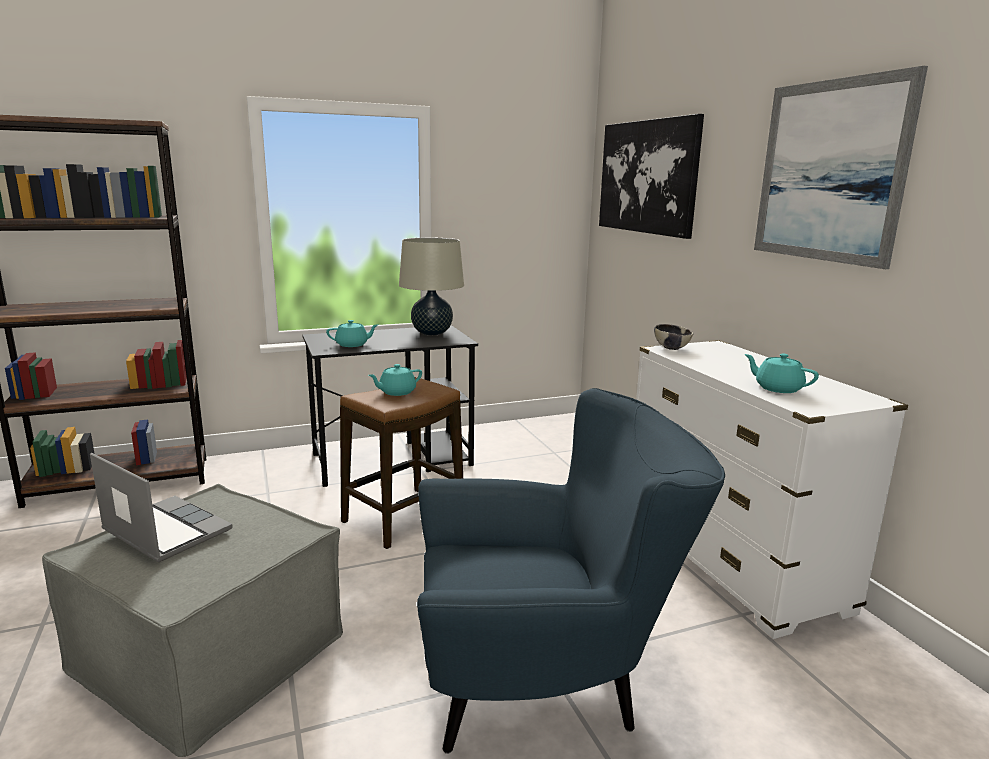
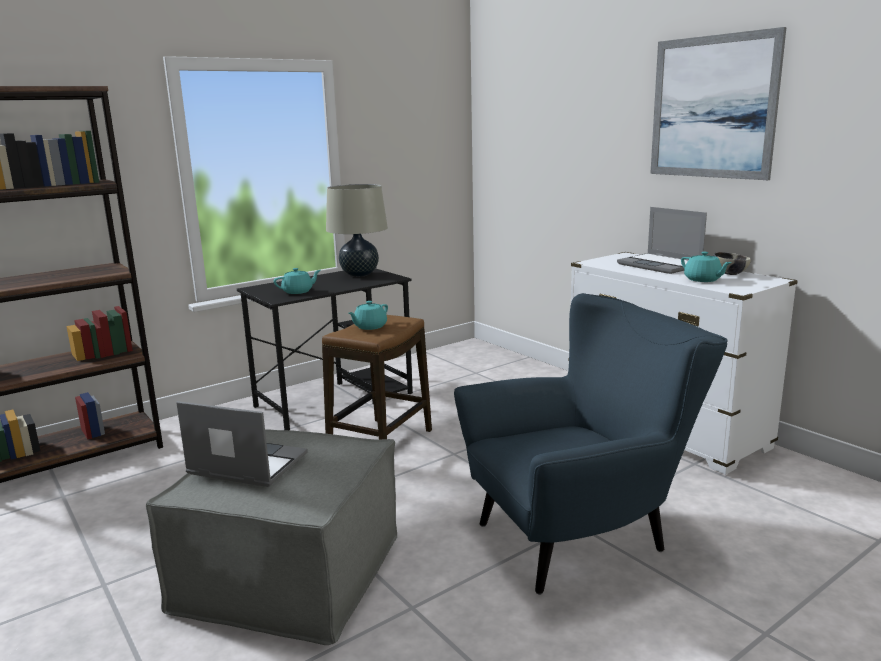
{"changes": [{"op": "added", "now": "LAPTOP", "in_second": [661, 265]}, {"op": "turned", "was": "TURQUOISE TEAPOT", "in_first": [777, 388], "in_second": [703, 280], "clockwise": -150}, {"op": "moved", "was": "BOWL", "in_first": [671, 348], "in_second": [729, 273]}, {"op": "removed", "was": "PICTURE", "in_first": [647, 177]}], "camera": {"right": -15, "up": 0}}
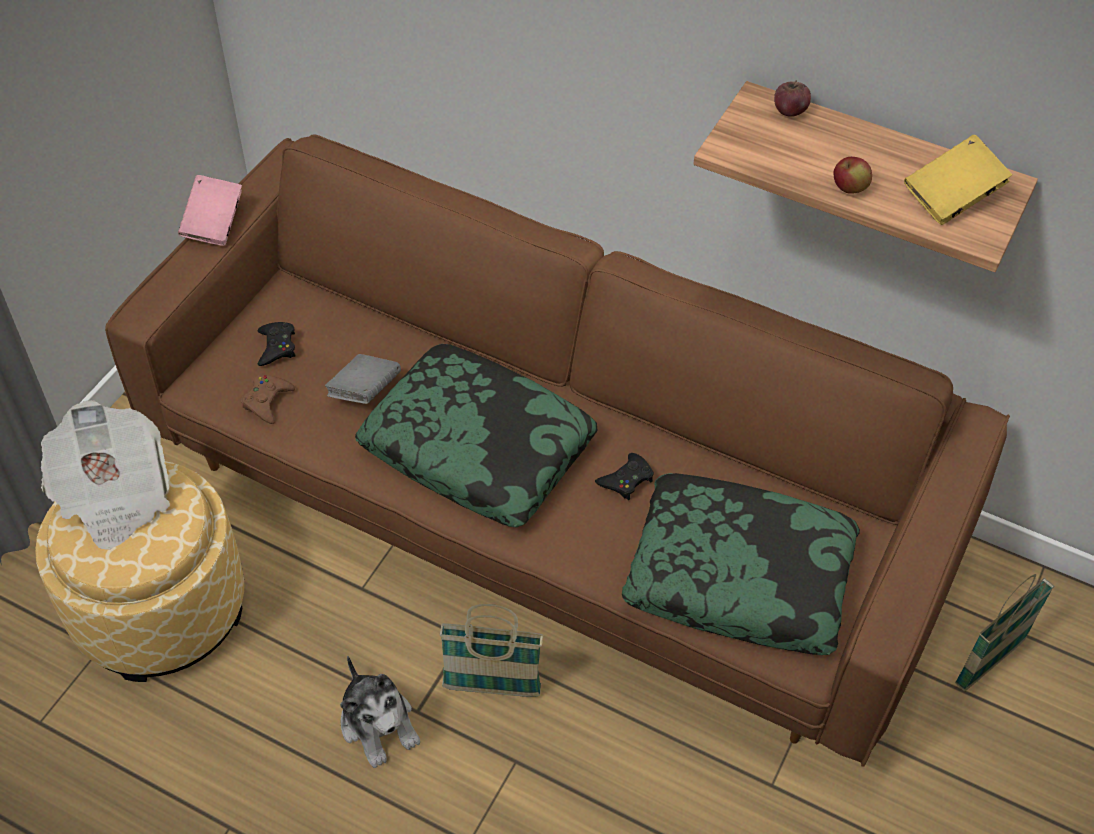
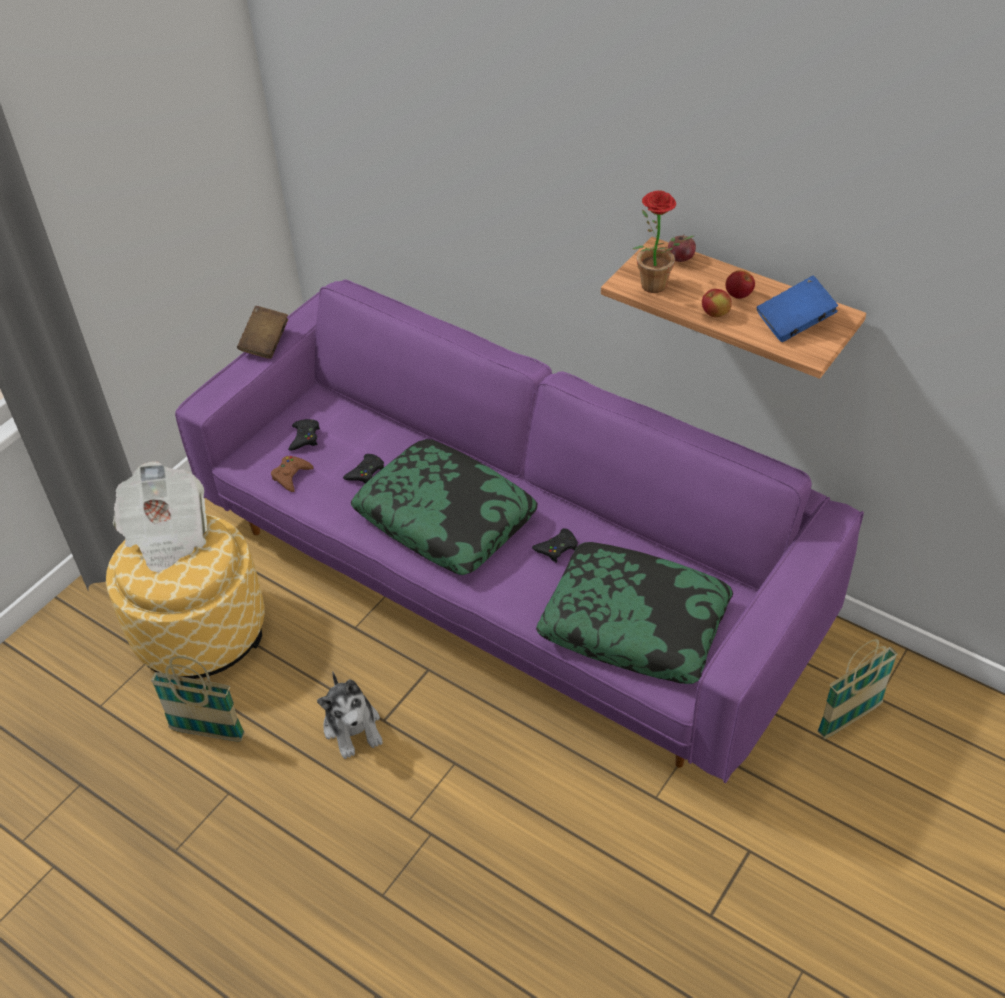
{"changes": [{"op": "moved", "was": "BASKET", "in_first": [492, 688], "in_second": [207, 732]}, {"op": "recoloured", "was": "BROWN SOFA", "now": "PURPLE SOFA", "in_first": [545, 504], "in_second": [506, 575]}, {"op": "recoloured", "was": "PINK BOOK", "now": "BROWN BOOK", "in_first": [214, 223], "in_second": [265, 343]}, {"op": "replaced", "was": "GREY BOOK", "now": "BLACK GAME CONTROLLER", "in_first": [364, 391], "in_second": [365, 472]}, {"op": "added", "now": "POTTED PLANT", "in_second": [654, 289]}, {"op": "added", "now": "APPLE", "in_second": [738, 295]}, {"op": "recoloured", "was": "YELLOW BOOK", "now": "BLUE BOOK", "in_first": [952, 197], "in_second": [794, 323]}], "camera": {"right": 10, "up": -5}}
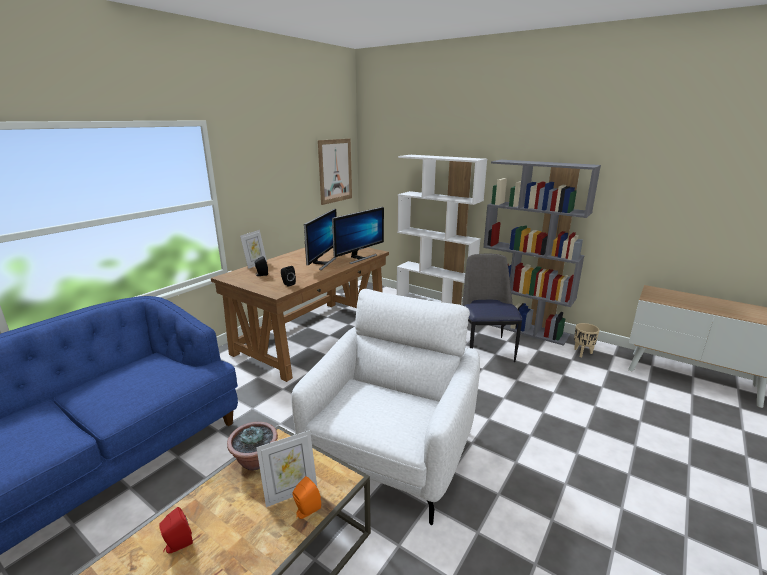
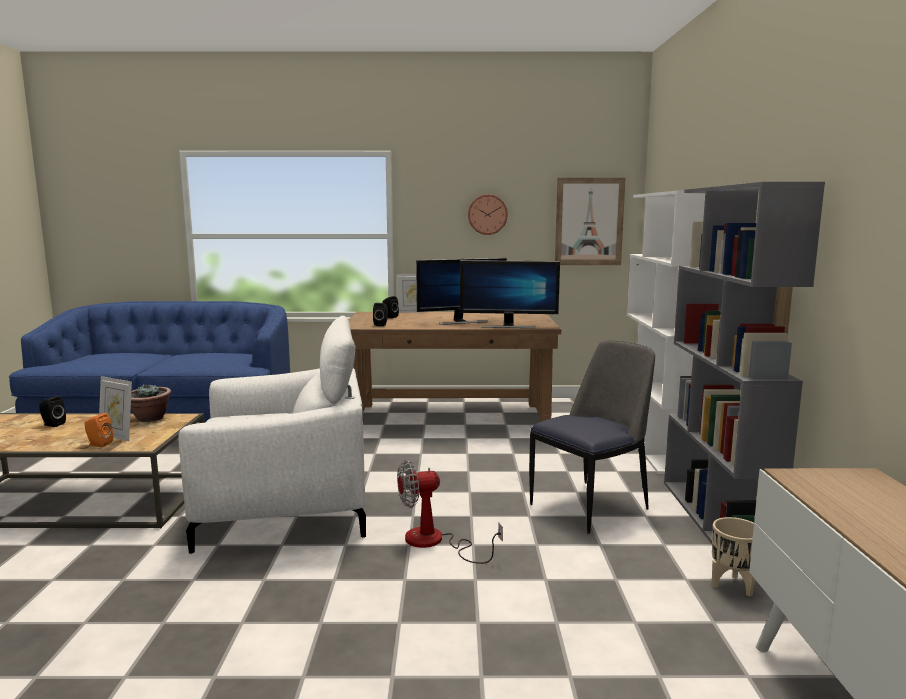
{"changes": [{"op": "recoloured", "was": "RED SPEAKER", "now": "BLACK SPEAKER", "in_first": [177, 545], "in_second": [52, 424]}, {"op": "added", "now": "FAN", "in_second": [435, 542]}, {"op": "added", "now": "WALL CLOCK", "in_second": [487, 214]}], "camera": {"right": 55, "up": -10}}
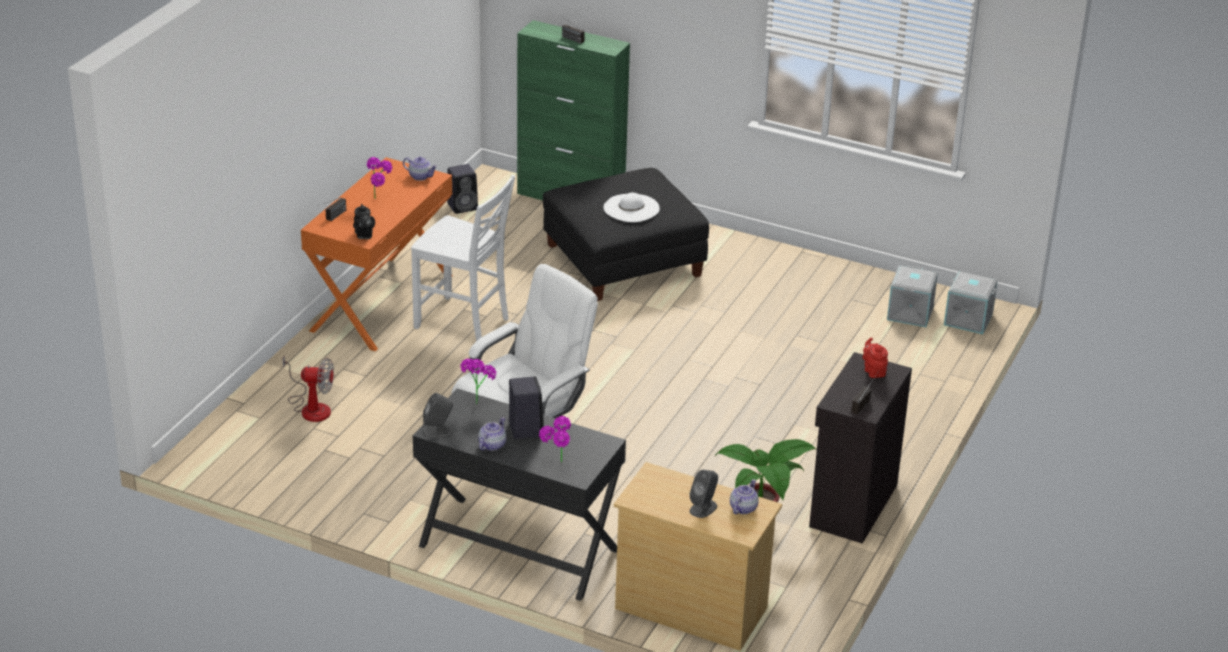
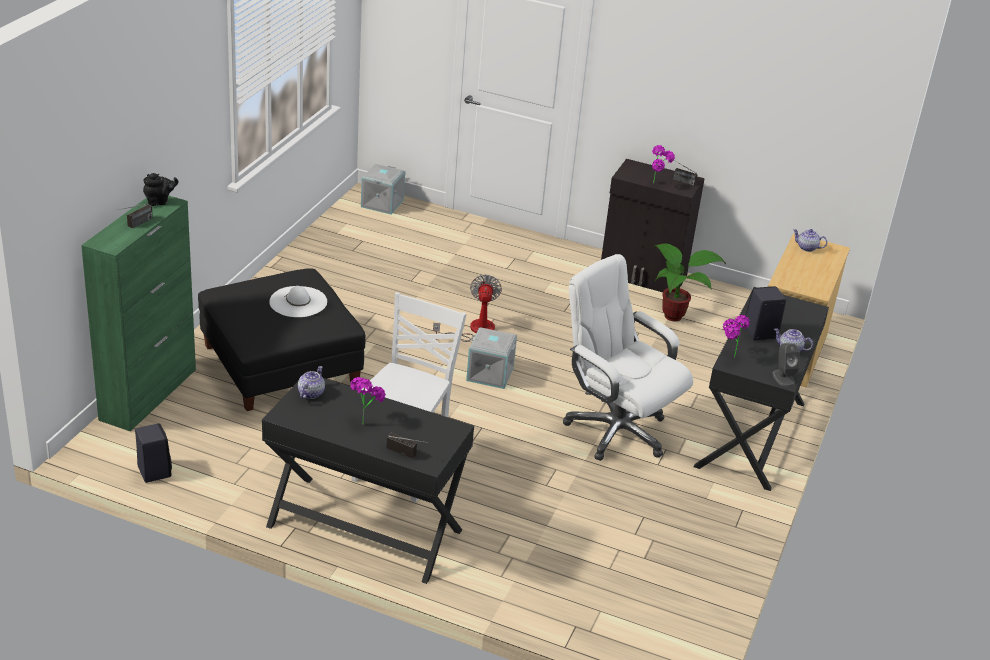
{"changes": [{"op": "moved", "was": "BLACK TEAPOT", "in_first": [364, 235], "in_second": [160, 202]}, {"op": "recoloured", "was": "ORANGE DESK", "now": "BLACK DESK", "in_first": [381, 302], "in_second": [364, 529]}, {"op": "moved", "was": "FAN", "in_first": [311, 407], "in_second": [474, 330]}, {"op": "moved", "was": "GREY STORAGE BOX", "in_first": [911, 313], "in_second": [490, 373]}, {"op": "moved", "was": "POTTED PLANT", "in_first": [556, 465], "in_second": [658, 184]}, {"op": "removed", "was": "GREY SPEAKER", "in_first": [703, 508]}, {"op": "removed", "was": "RED TEAPOT", "in_first": [873, 371]}], "camera": {"right": -95, "up": 0}}
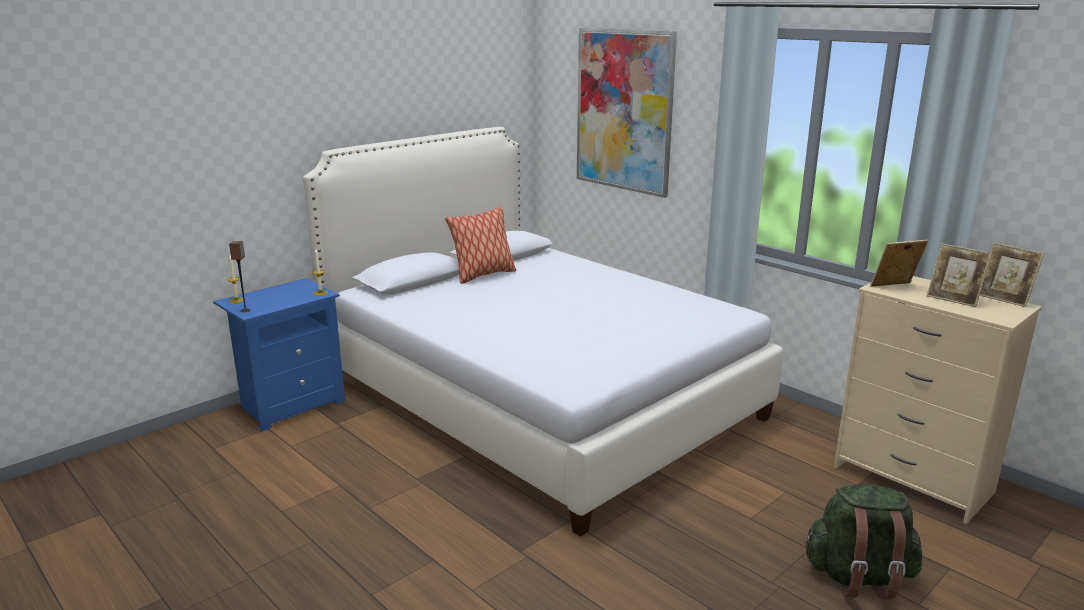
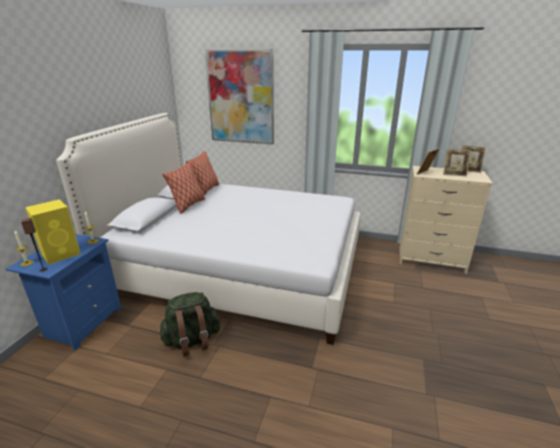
{"changes": [{"op": "added", "now": "YELLOW SPEAKER", "in_second": [62, 253]}, {"op": "moved", "was": "GREEN BACKPACK", "in_first": [858, 577], "in_second": [192, 341]}, {"op": "added", "now": "PILLOW", "in_second": [205, 190]}], "camera": {"right": -30, "up": 5}}
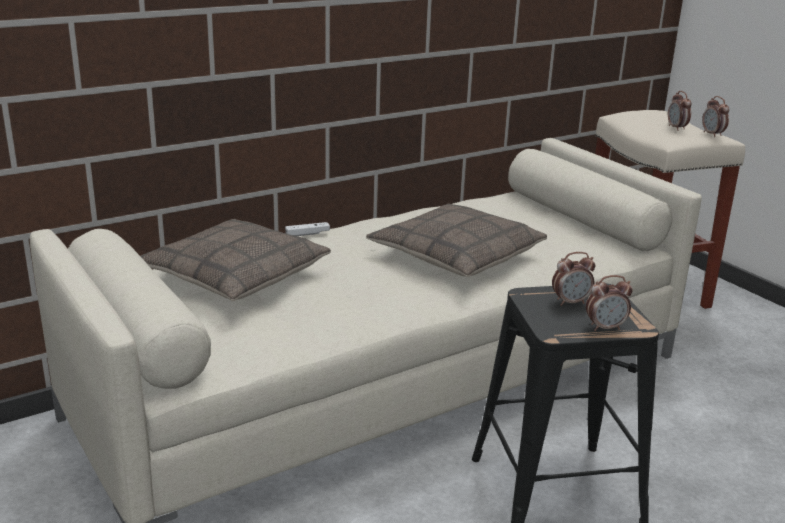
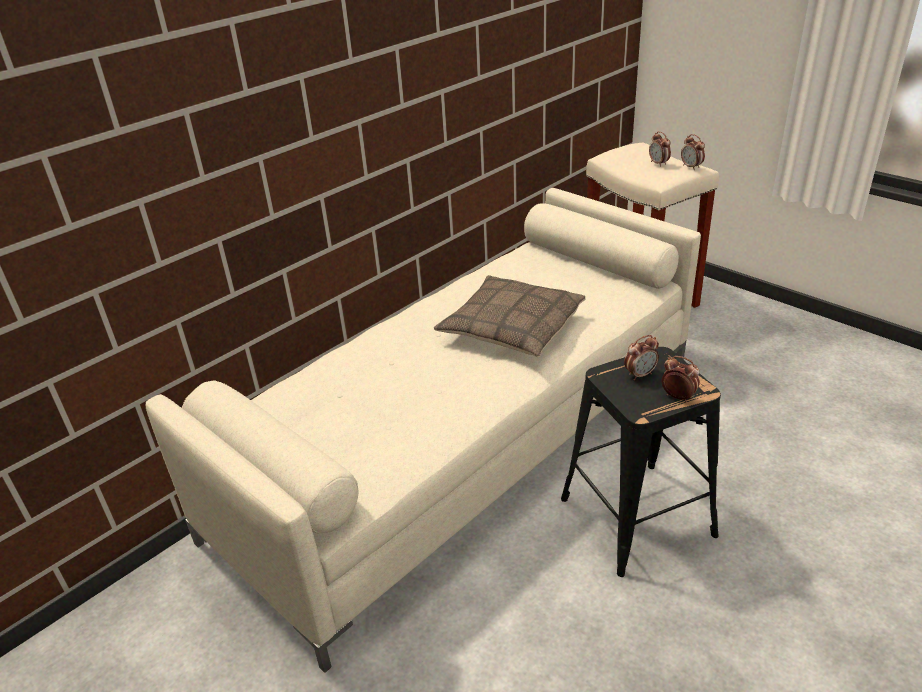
{"changes": [{"op": "turned", "was": "ALARM CLOCK", "in_first": [605, 327], "in_second": [678, 397], "clockwise": -120}, {"op": "removed", "was": "PILLOW", "in_first": [234, 275]}, {"op": "removed", "was": "WHITE GAME CONTROLLER", "in_first": [307, 234]}], "camera": {"right": -10, "up": 10}}
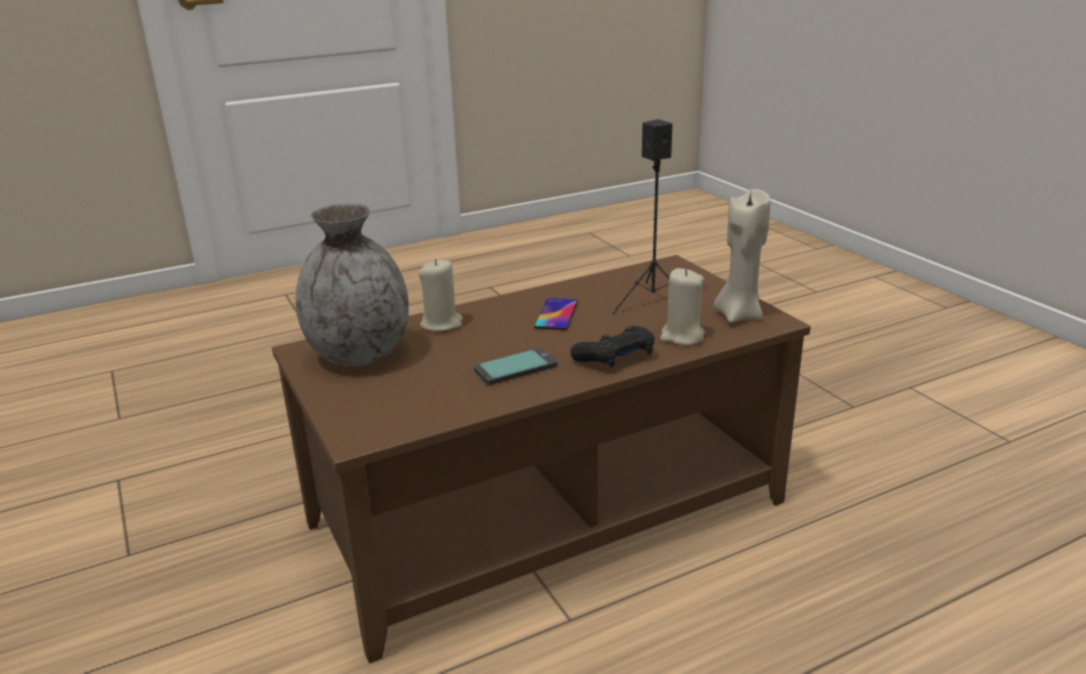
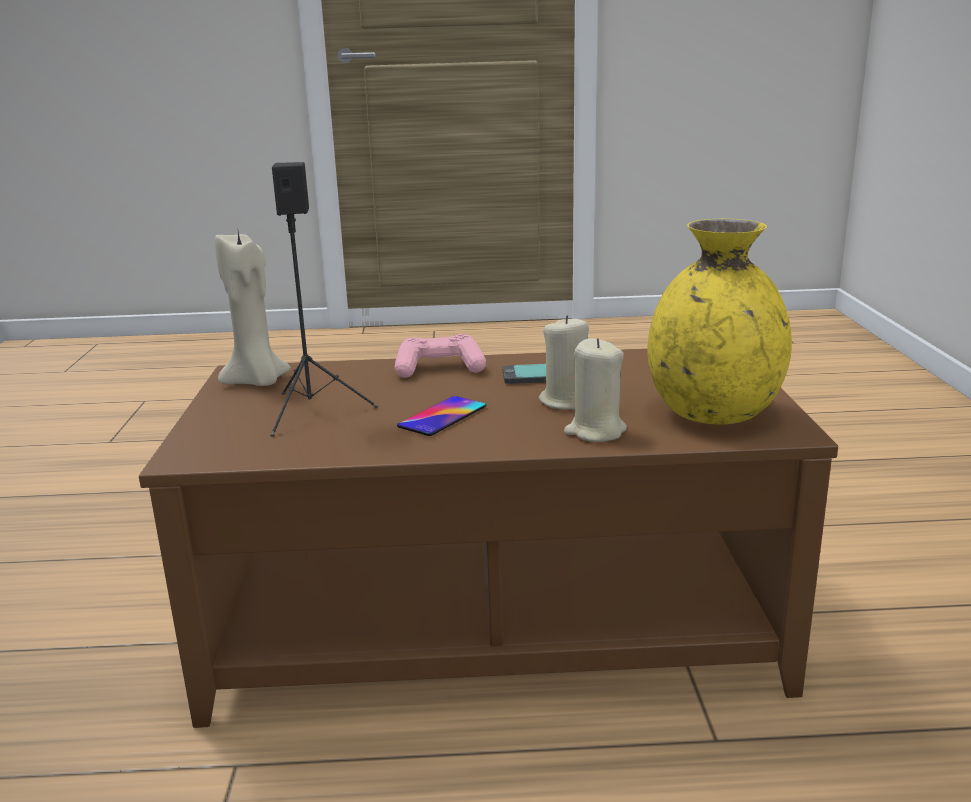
{"changes": [{"op": "recoloured", "was": "BLACK GAME CONTROLLER", "now": "PINK GAME CONTROLLER", "in_first": [616, 357], "in_second": [439, 369]}, {"op": "moved", "was": "BEIGE CANDLE", "in_first": [682, 337], "in_second": [567, 402]}, {"op": "recoloured", "was": "GREY VASE", "now": "YELLOW VASE", "in_first": [360, 355], "in_second": [712, 413]}], "camera": {"right": -155, "up": -5}}
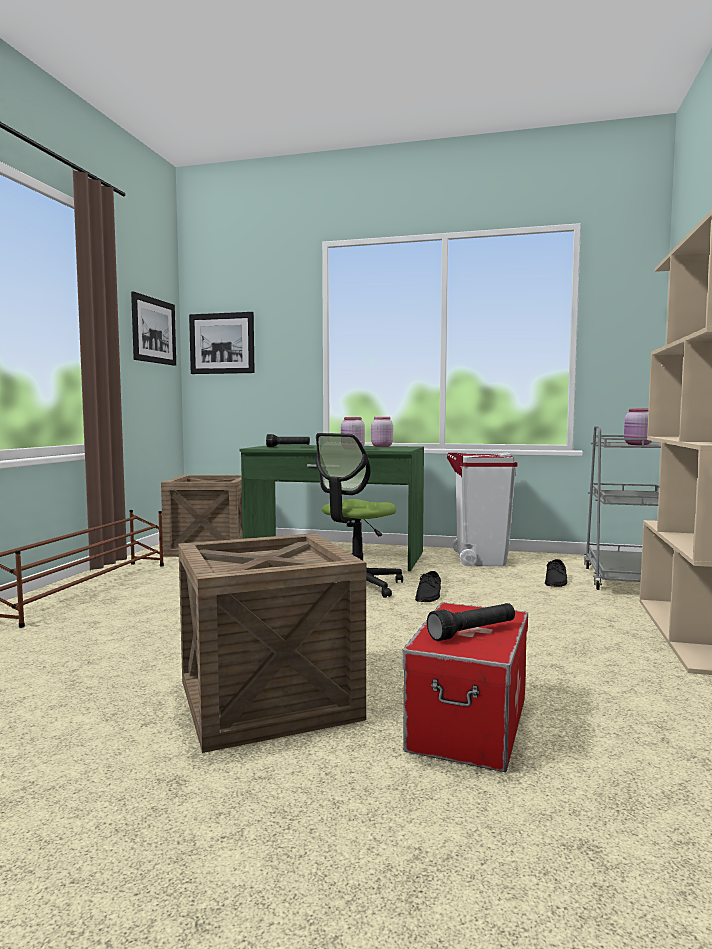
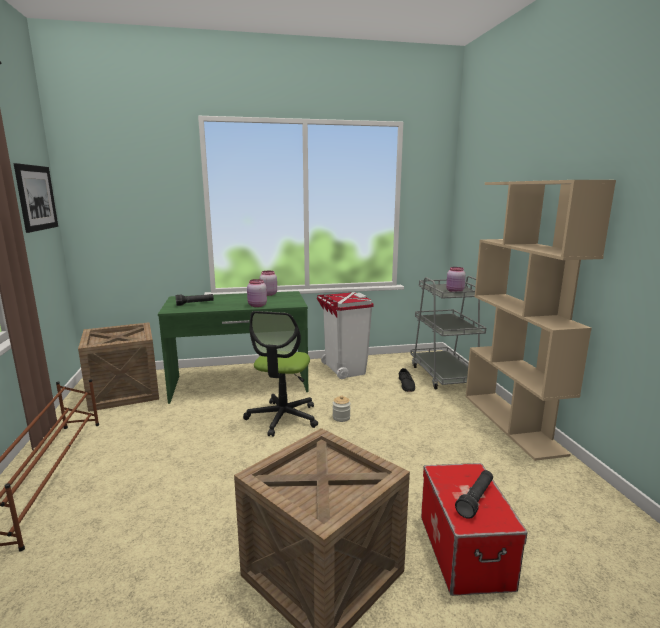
{"changes": [{"op": "replaced", "was": "BLACK SHOE", "now": "JAR", "in_first": [429, 595], "in_second": [341, 417]}, {"op": "removed", "was": "PICTURE", "in_first": [222, 343]}], "camera": {"right": -25, "up": 10}}
